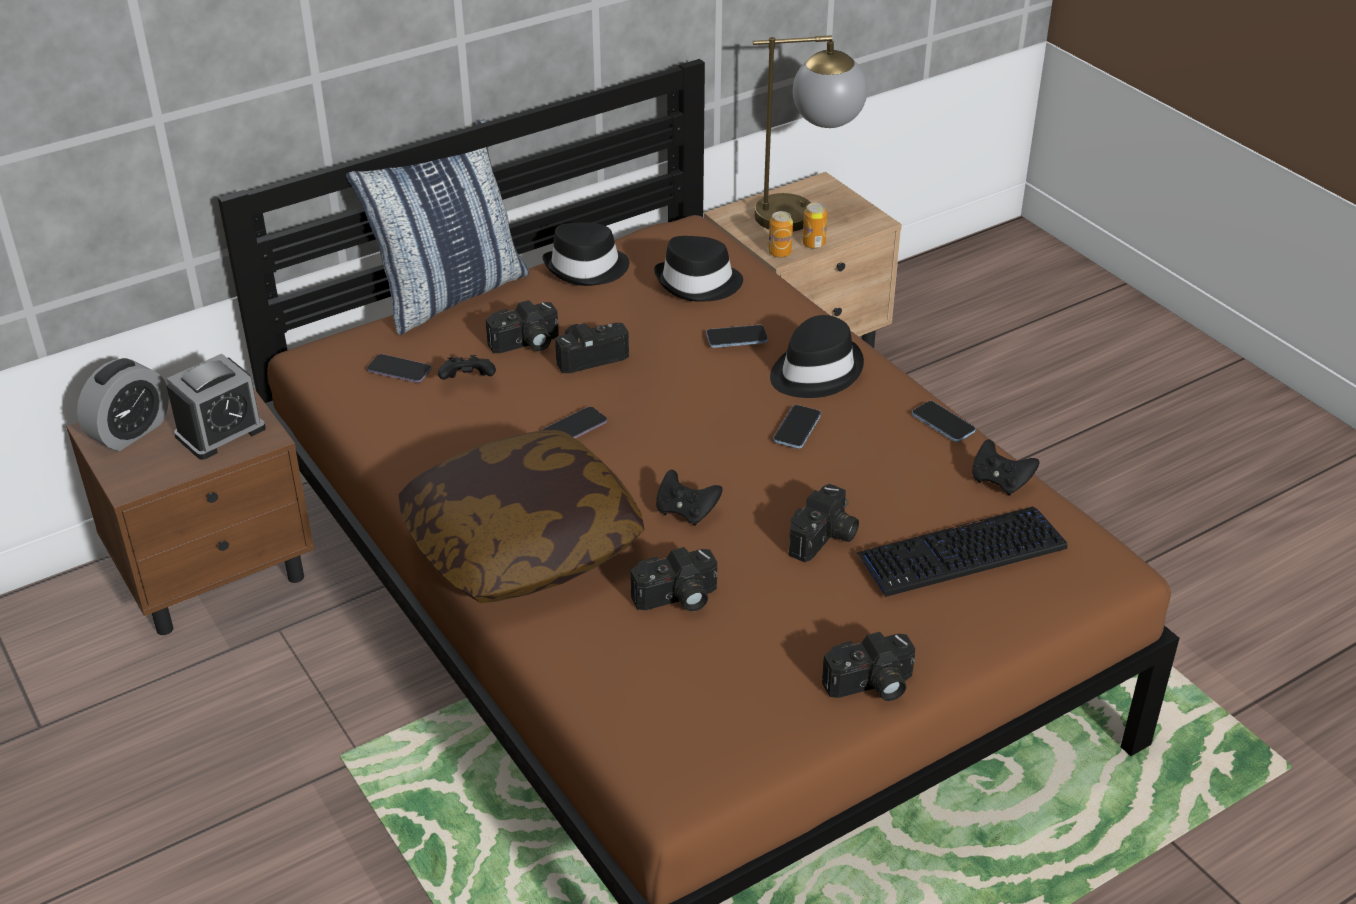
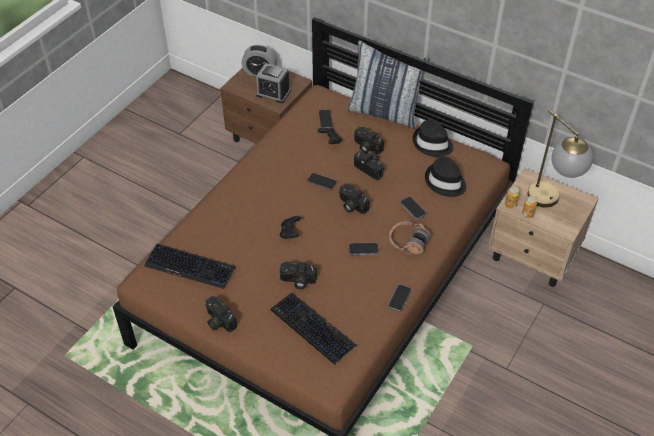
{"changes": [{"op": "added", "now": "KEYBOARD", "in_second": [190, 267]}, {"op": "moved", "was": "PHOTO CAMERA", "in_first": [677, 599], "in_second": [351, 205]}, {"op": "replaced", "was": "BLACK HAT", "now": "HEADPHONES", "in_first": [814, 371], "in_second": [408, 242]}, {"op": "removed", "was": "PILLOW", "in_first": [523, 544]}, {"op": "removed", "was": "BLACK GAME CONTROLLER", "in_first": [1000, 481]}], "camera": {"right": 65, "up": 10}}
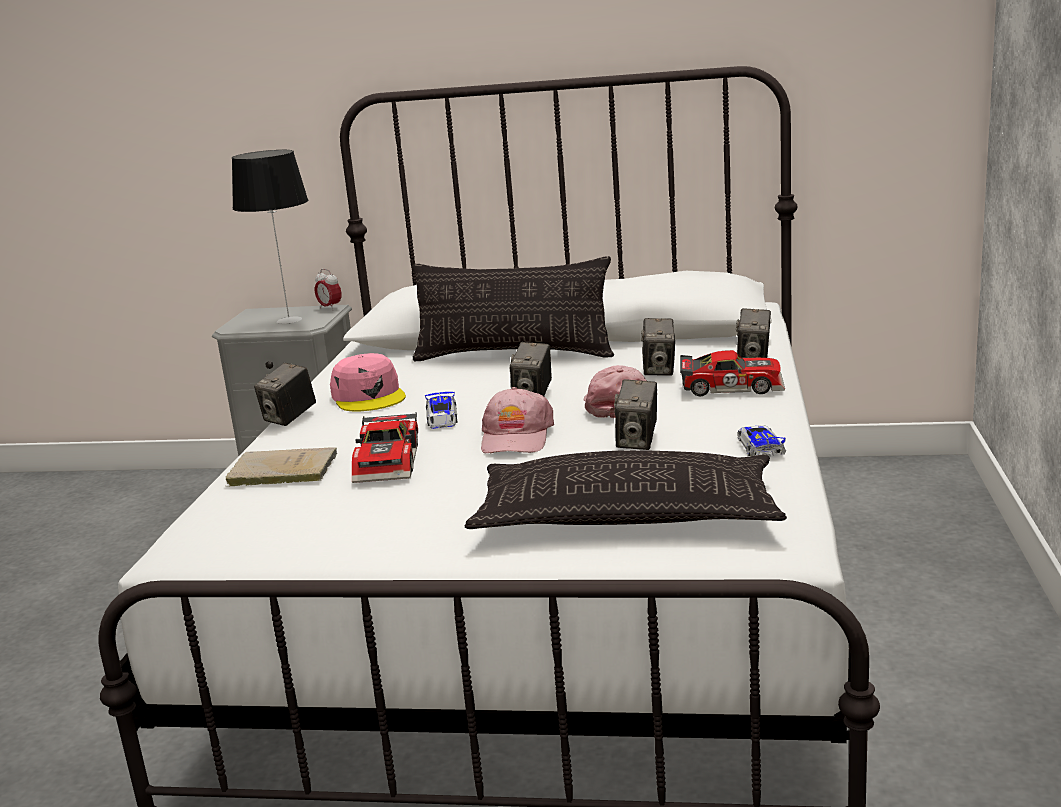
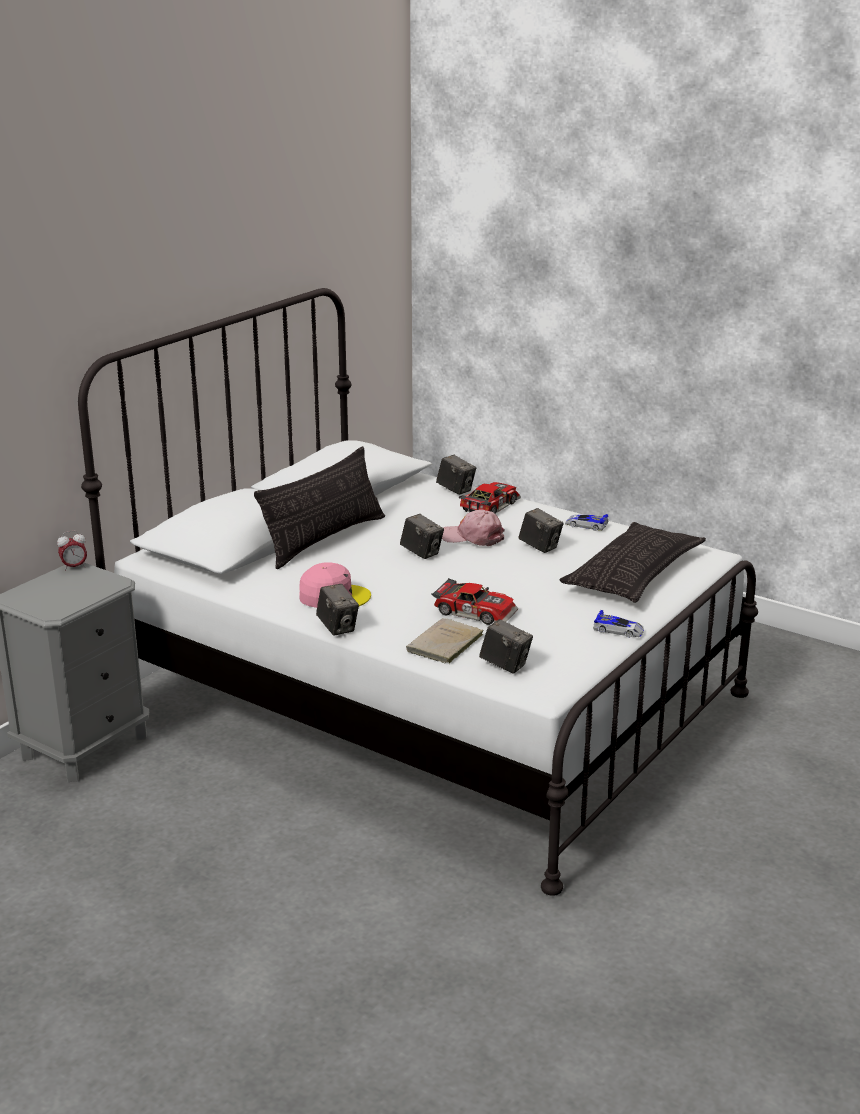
{"changes": [{"op": "moved", "was": "PHOTO CAMERA", "in_first": [659, 370], "in_second": [505, 665]}, {"op": "moved", "was": "TOY CAR", "in_first": [442, 418], "in_second": [618, 630]}, {"op": "removed", "was": "TABLE LAMP", "in_first": [290, 320]}, {"op": "removed", "was": "PINK CAP", "in_first": [516, 437]}], "camera": {"right": -65, "up": 5}}
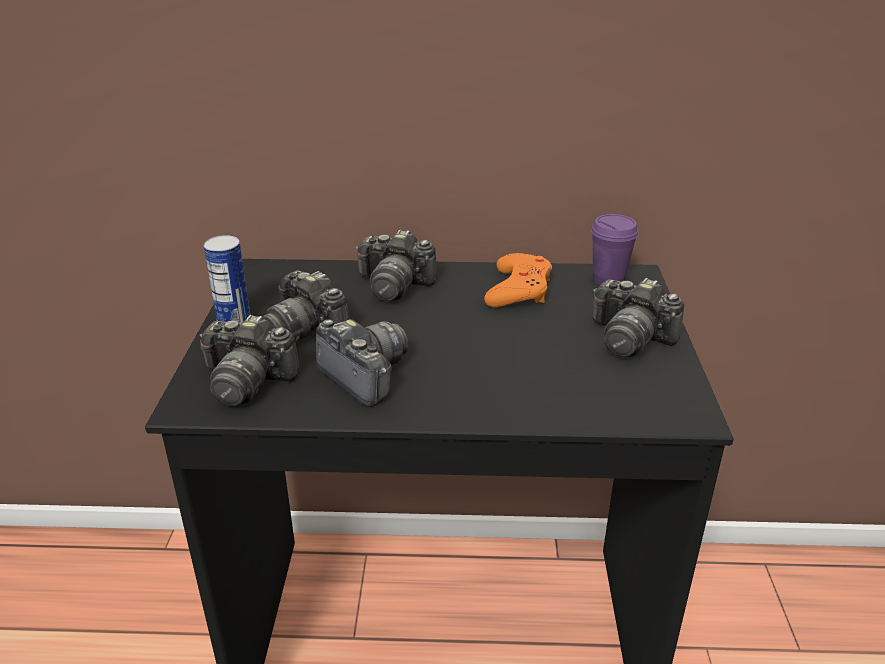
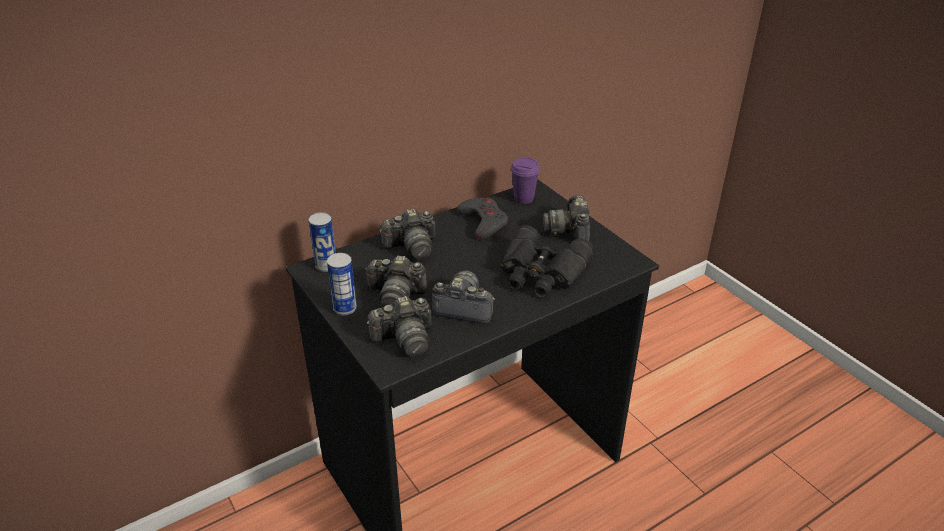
{"changes": [{"op": "added", "now": "CAN", "in_second": [326, 265]}, {"op": "recoloured", "was": "ORANGE GAME CONTROLLER", "now": "GREY GAME CONTROLLER", "in_first": [519, 289], "in_second": [483, 222]}, {"op": "added", "now": "BLACK BINOCULARS", "in_second": [541, 273]}, {"op": "turned", "was": "PHOTO CAMERA", "in_first": [630, 339], "in_second": [569, 231], "clockwise": 90}], "camera": {"right": -35, "up": 5}}
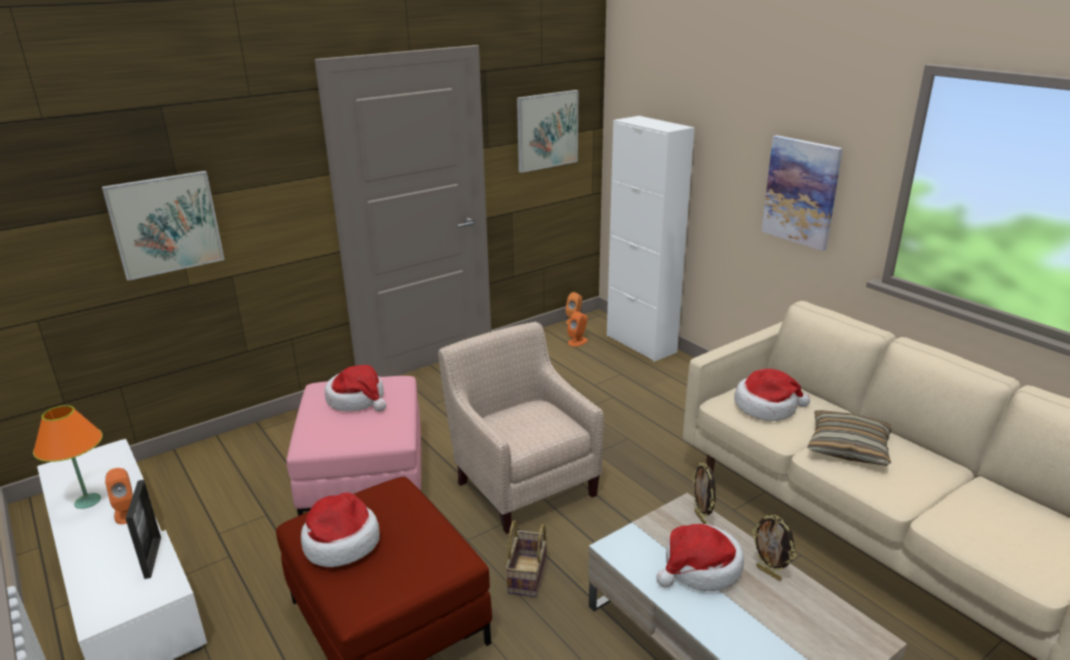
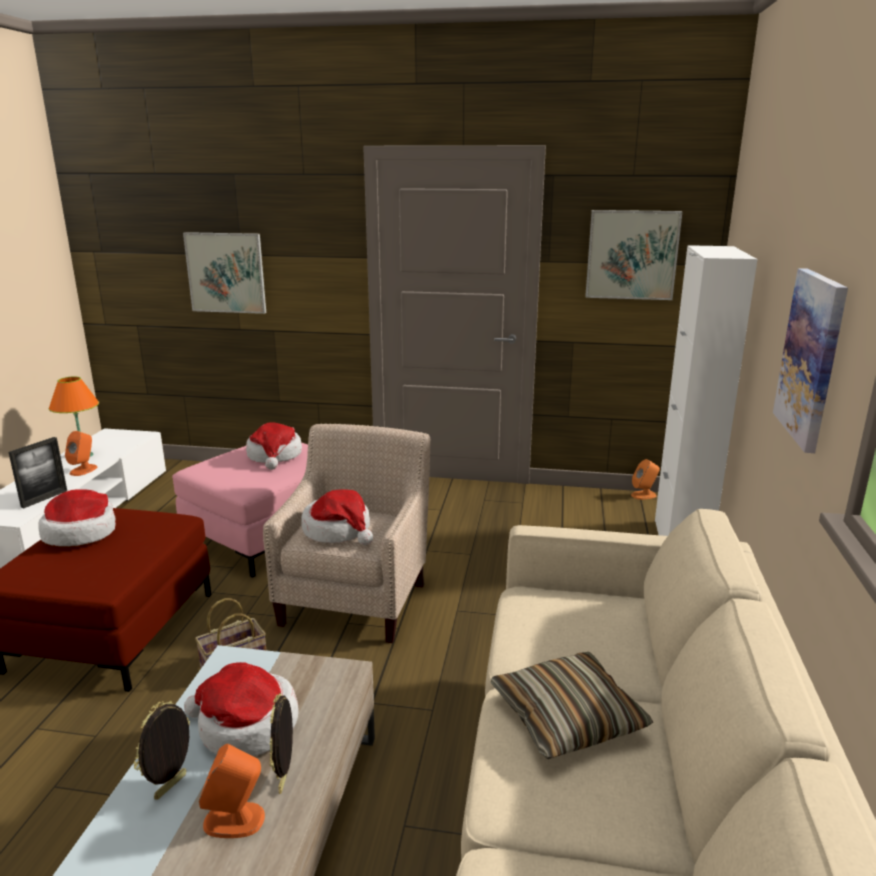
{"changes": [{"op": "moved", "was": "PICTURE FRAME", "in_first": [701, 518], "in_second": [172, 787]}, {"op": "moved", "was": "ORANGE SPEAKER", "in_first": [577, 341], "in_second": [235, 820]}, {"op": "moved", "was": "HAT", "in_first": [767, 407], "in_second": [338, 530]}], "camera": {"right": 45, "up": -5}}
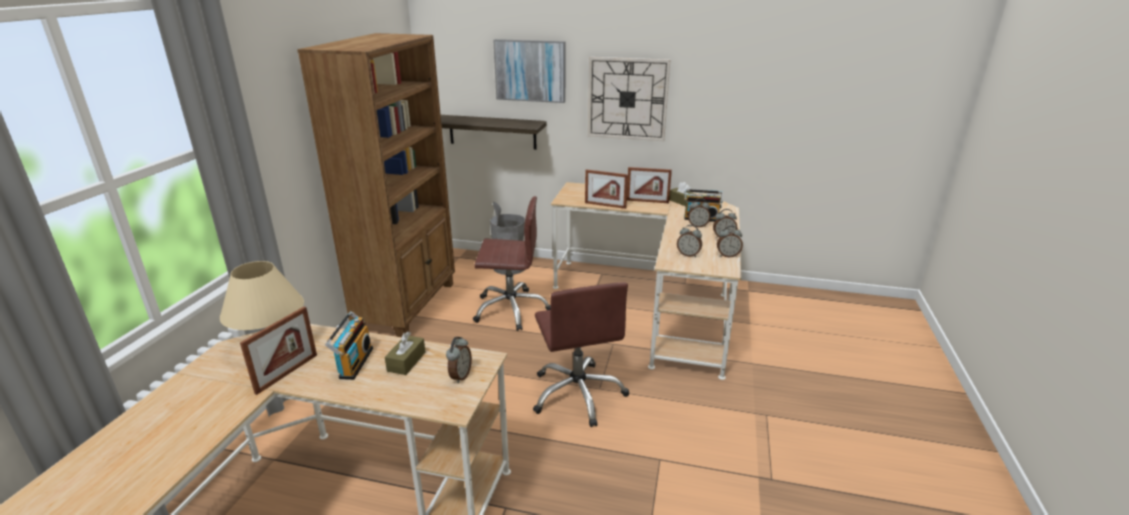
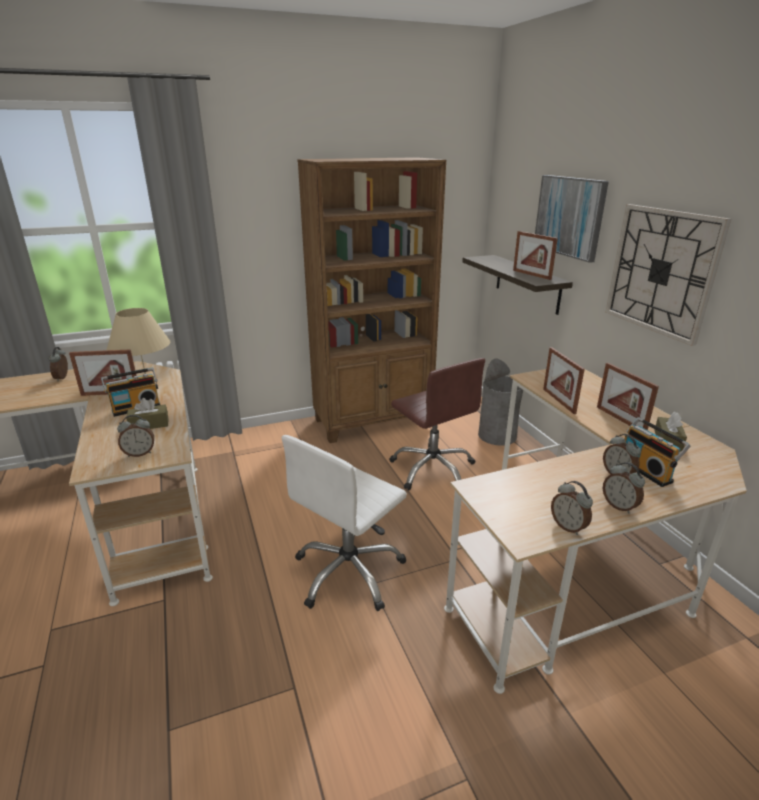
{"changes": [{"op": "moved", "was": "ALARM CLOCK", "in_first": [688, 254], "in_second": [63, 378]}, {"op": "recoloured", "was": "BROWN OFFICE CHAIR", "now": "WHITE OFFICE CHAIR", "in_first": [578, 394], "in_second": [349, 572]}, {"op": "added", "now": "PICTURE FRAME", "in_second": [531, 275]}], "camera": {"right": 55, "up": 0}}
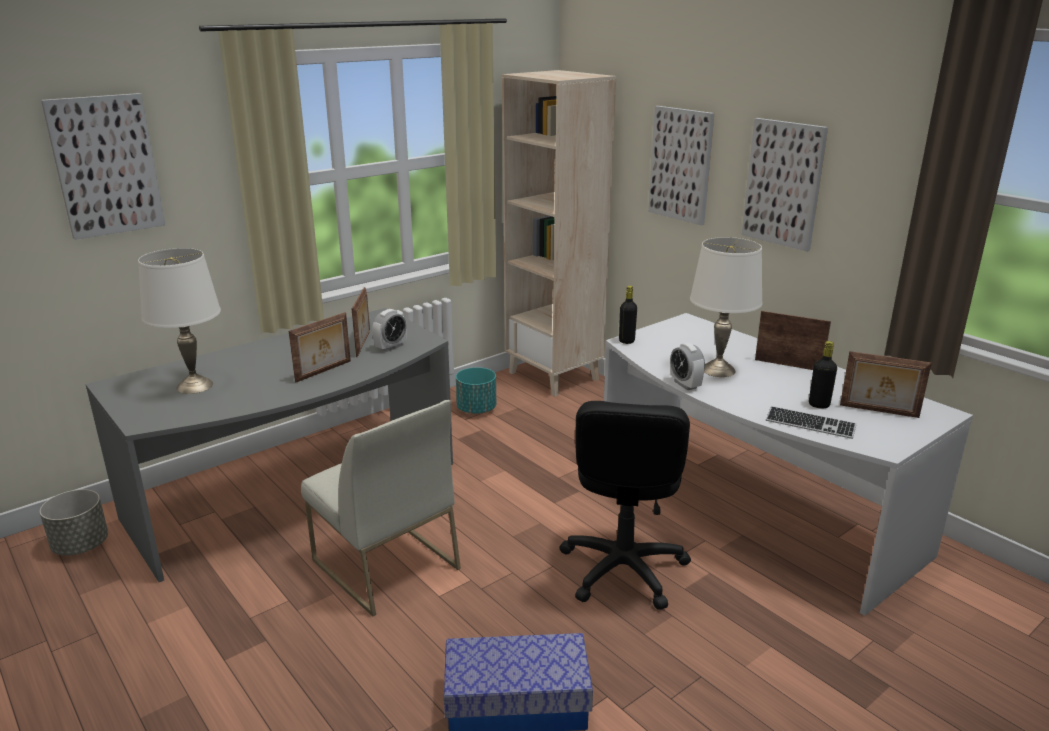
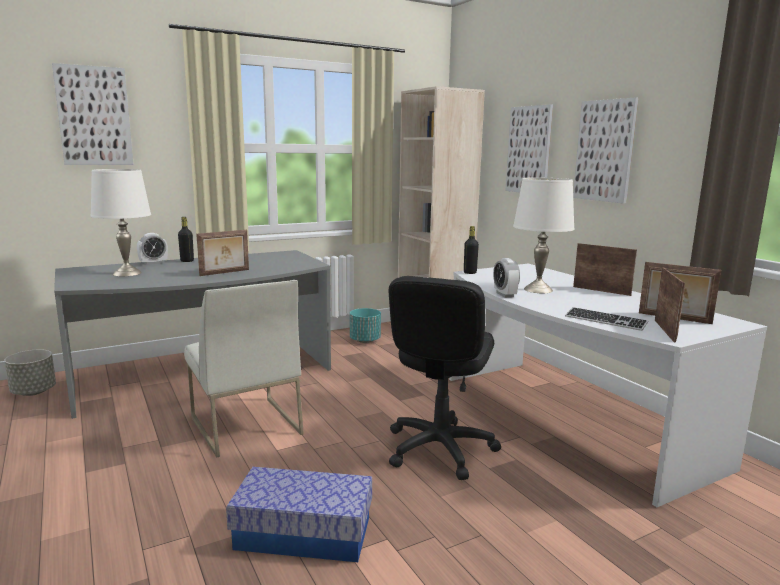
{"changes": [{"op": "moved", "was": "ALARM CLOCK", "in_first": [391, 347], "in_second": [153, 263]}, {"op": "moved", "was": "BLACK BOTTLE", "in_first": [819, 405], "in_second": [187, 261]}, {"op": "moved", "was": "PICTURE FRAME", "in_first": [363, 344], "in_second": [666, 330]}], "camera": {"right": 10, "up": -10}}
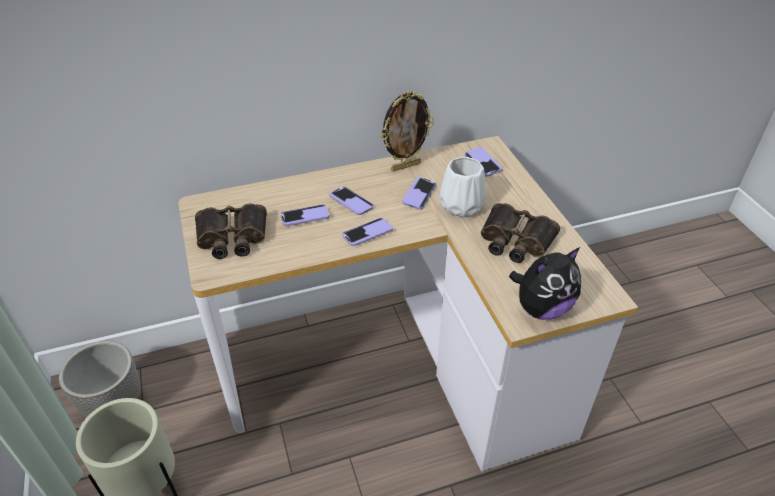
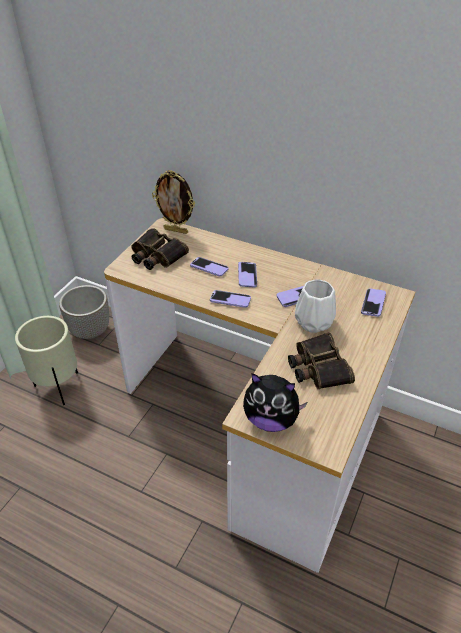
{"changes": [{"op": "moved", "was": "PICTURE FRAME", "in_first": [405, 166], "in_second": [176, 230]}], "camera": {"right": 45, "up": 0}}
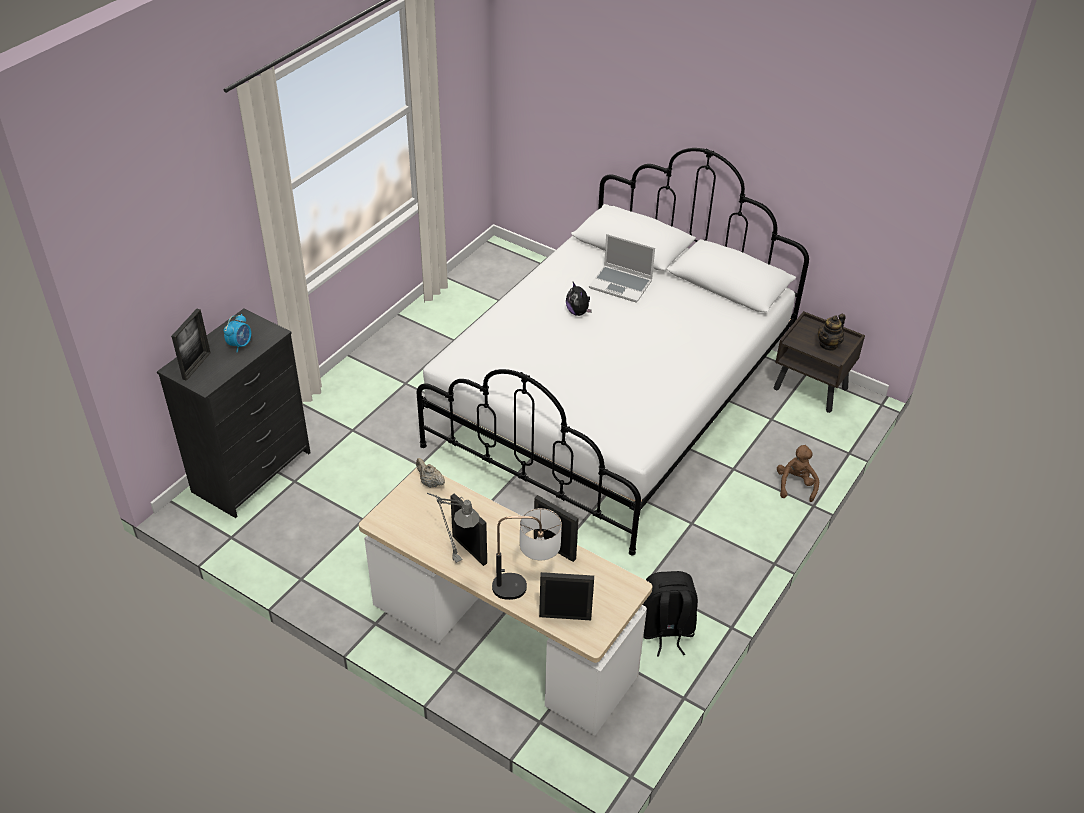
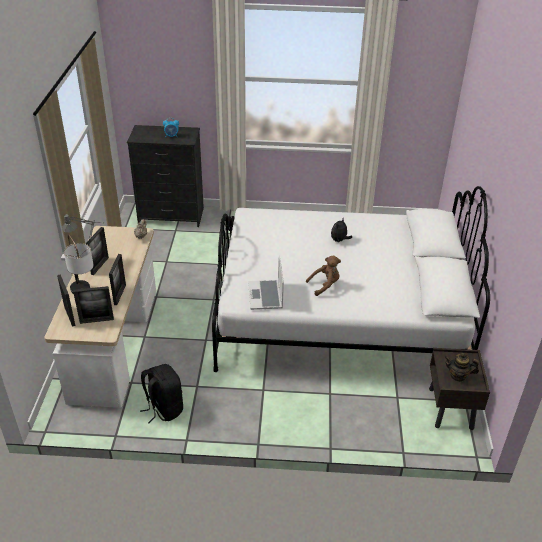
{"changes": [{"op": "moved", "was": "PICTURE FRAME", "in_first": [196, 366], "in_second": [96, 320]}, {"op": "moved", "was": "LAPTOP", "in_first": [621, 285], "in_second": [266, 296]}, {"op": "moved", "was": "BROWN PLUSH TOY", "in_first": [795, 485], "in_second": [325, 285]}], "camera": {"right": 60, "up": -5}}
